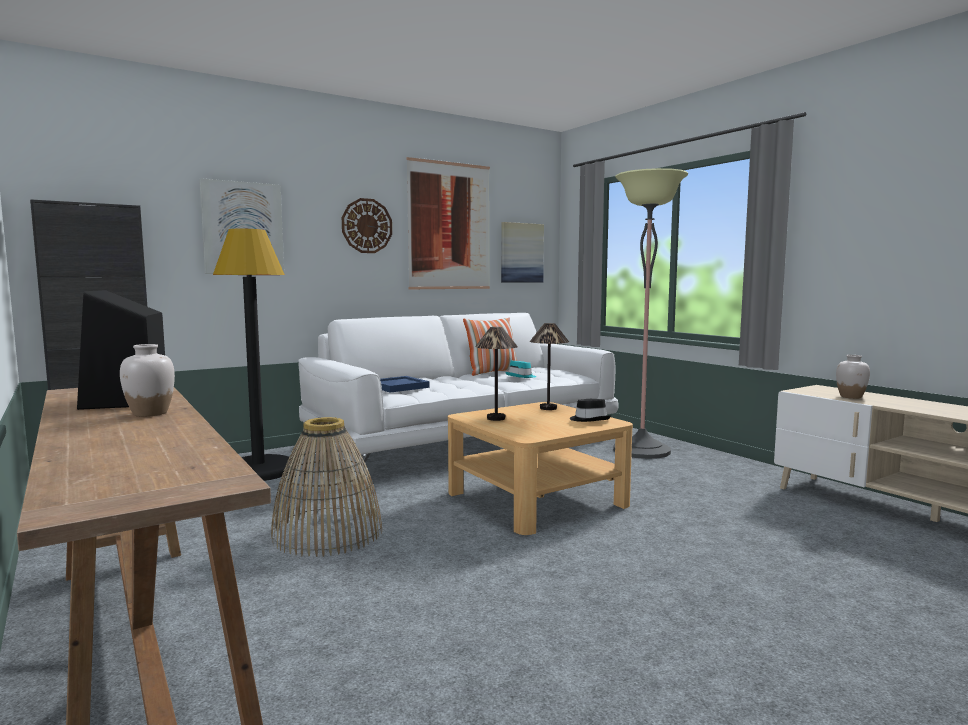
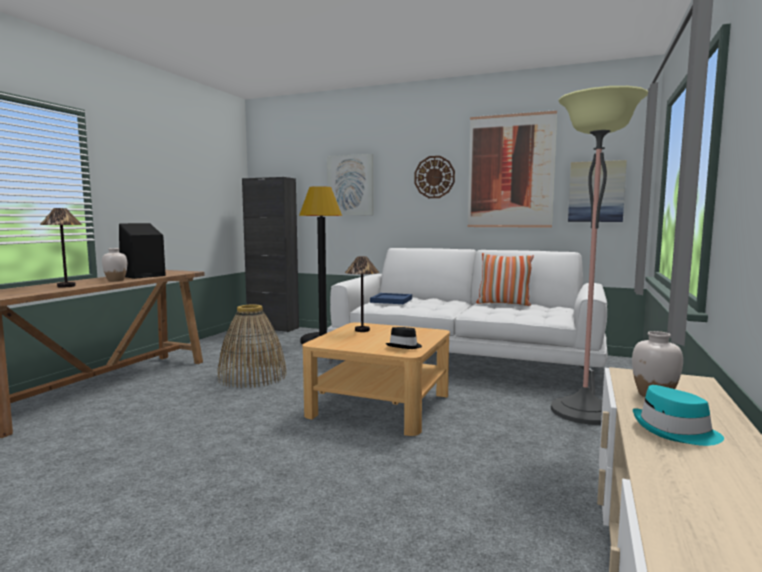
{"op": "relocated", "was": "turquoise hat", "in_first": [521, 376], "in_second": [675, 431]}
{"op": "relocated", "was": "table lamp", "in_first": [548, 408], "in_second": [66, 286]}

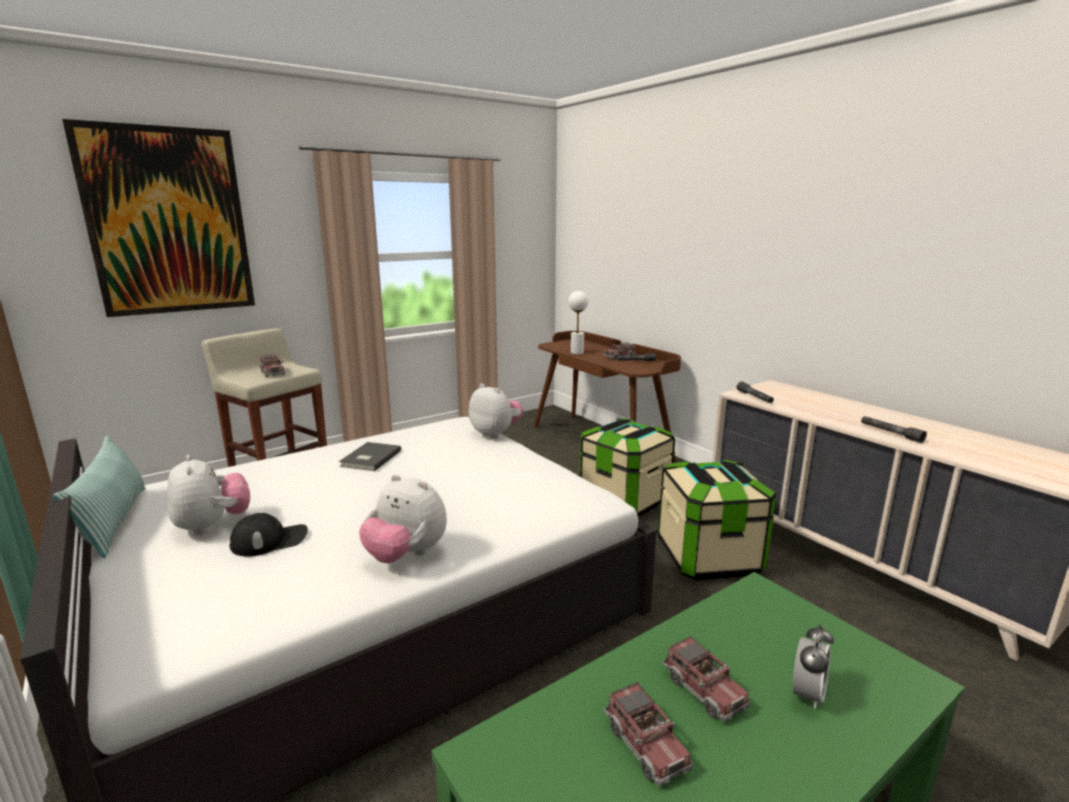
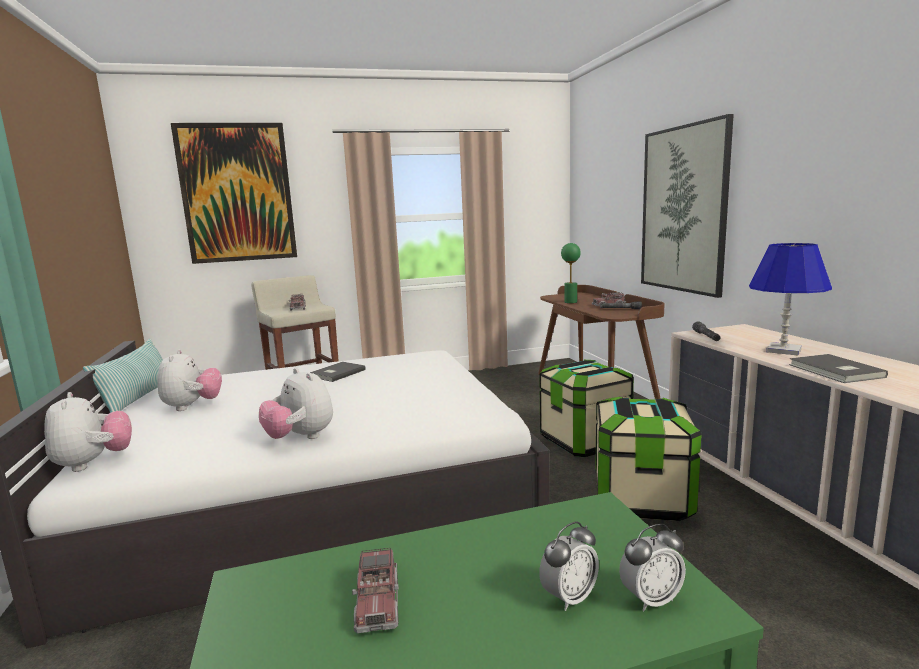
{"op": "missing", "was": "blackish peaked cap", "in_first": [270, 540]}
{"op": "missing", "was": "toy truck", "in_first": [703, 690]}
{"op": "appeared", "now": "alarm clock", "in_second": [651, 599]}
{"op": "appeared", "now": "picture", "in_second": [683, 210]}
{"op": "appeared", "now": "blue table lamp", "in_second": [783, 350]}
{"op": "relocated", "was": "cuddly toy", "in_first": [496, 434], "in_second": [93, 463]}
{"op": "exchanged", "was": "greyish torch", "now": "greyish book", "in_first": [890, 433], "in_second": [835, 371]}
{"op": "colour", "was": "whitish table lamp", "now": "greenish table lamp", "in_first": [577, 352], "in_second": [570, 302]}

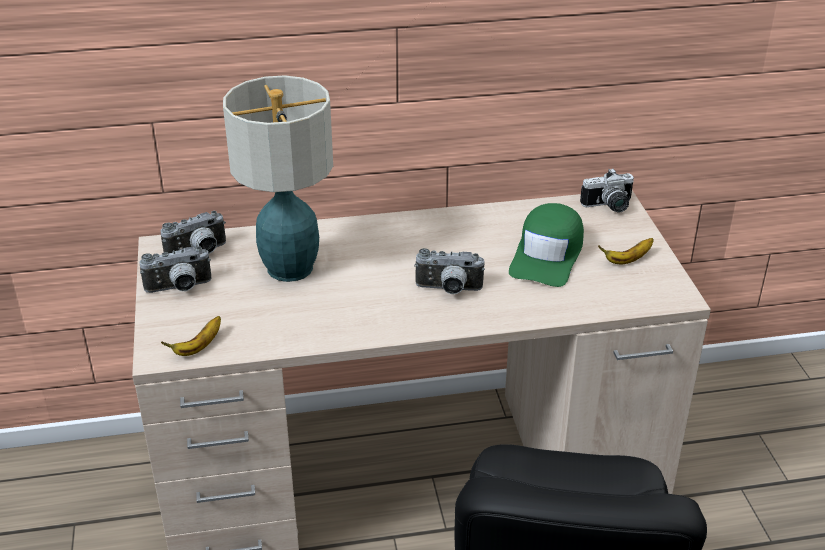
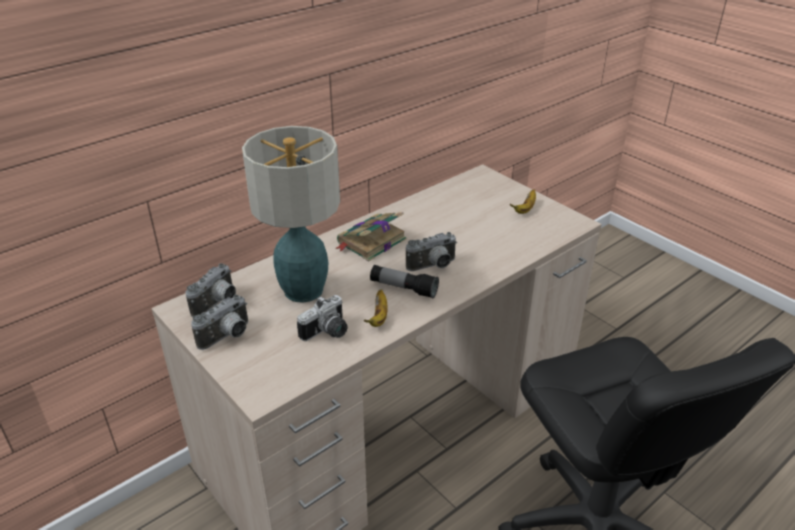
{"op": "missing", "was": "greenish peaked cap", "in_first": [547, 255]}
{"op": "appeared", "now": "book", "in_second": [370, 242]}
{"op": "appeared", "now": "torch", "in_second": [403, 288]}
{"op": "relocated", "was": "banana fruit", "in_first": [198, 347], "in_second": [379, 317]}
{"op": "relocated", "was": "still camera", "in_first": [609, 207], "in_second": [327, 333]}

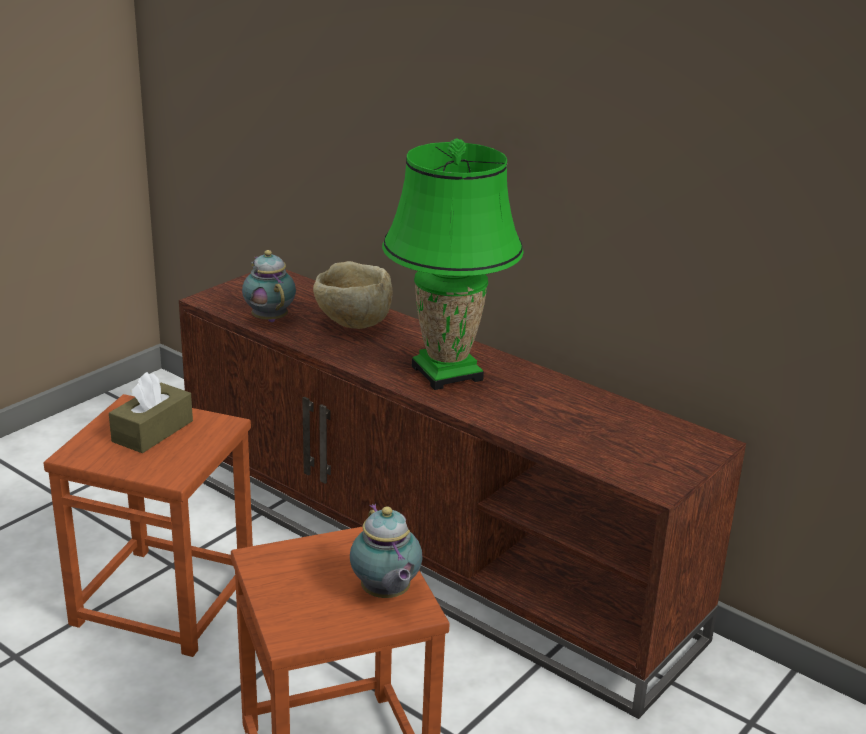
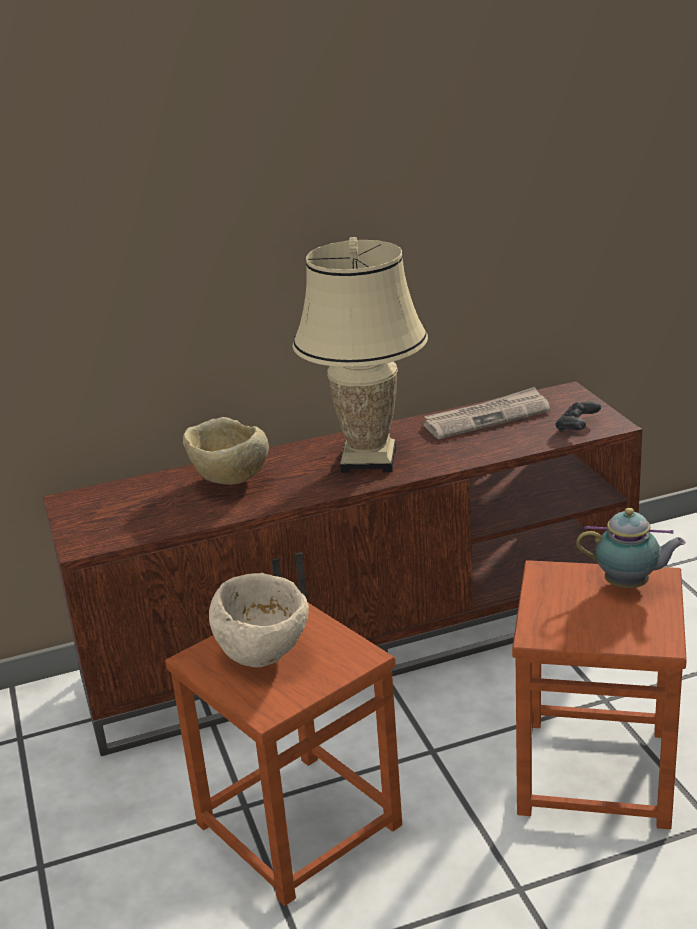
{"op": "missing", "was": "tea pot", "in_first": [269, 318]}
{"op": "appeared", "now": "newspaper", "in_second": [487, 417]}
{"op": "appeared", "now": "blackish game controller", "in_second": [577, 427]}
{"op": "exchanged", "was": "brownish box of tissues", "now": "beige-coloured deep dish", "in_first": [152, 431], "in_second": [265, 653]}
{"op": "colour", "was": "greenish table lamp", "now": "beige-coloured table lamp", "in_first": [446, 373], "in_second": [368, 460]}

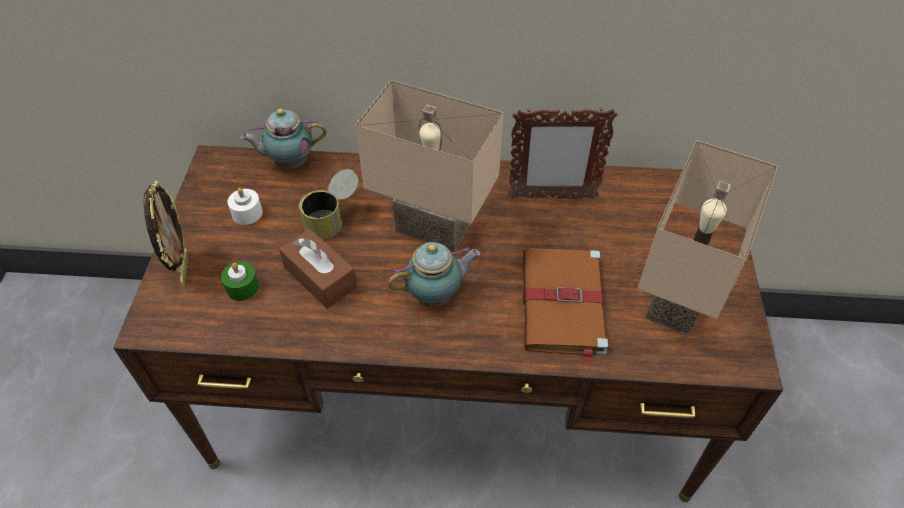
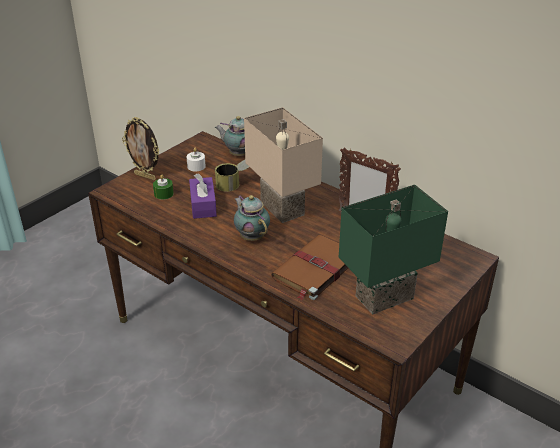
{"op": "colour", "was": "brownish box of tissues", "now": "purple-coloured box of tissues", "in_first": [320, 277], "in_second": [203, 205]}
{"op": "colour", "was": "beige-coloured table lamp", "now": "greenish table lamp", "in_first": [673, 298], "in_second": [383, 295]}
{"op": "spun", "was": "standing frame", "in_first": [184, 269], "in_second": [145, 176], "clockwise": 90}
{"op": "spun", "was": "tea pot", "in_first": [436, 296], "in_second": [251, 236], "clockwise": -135}

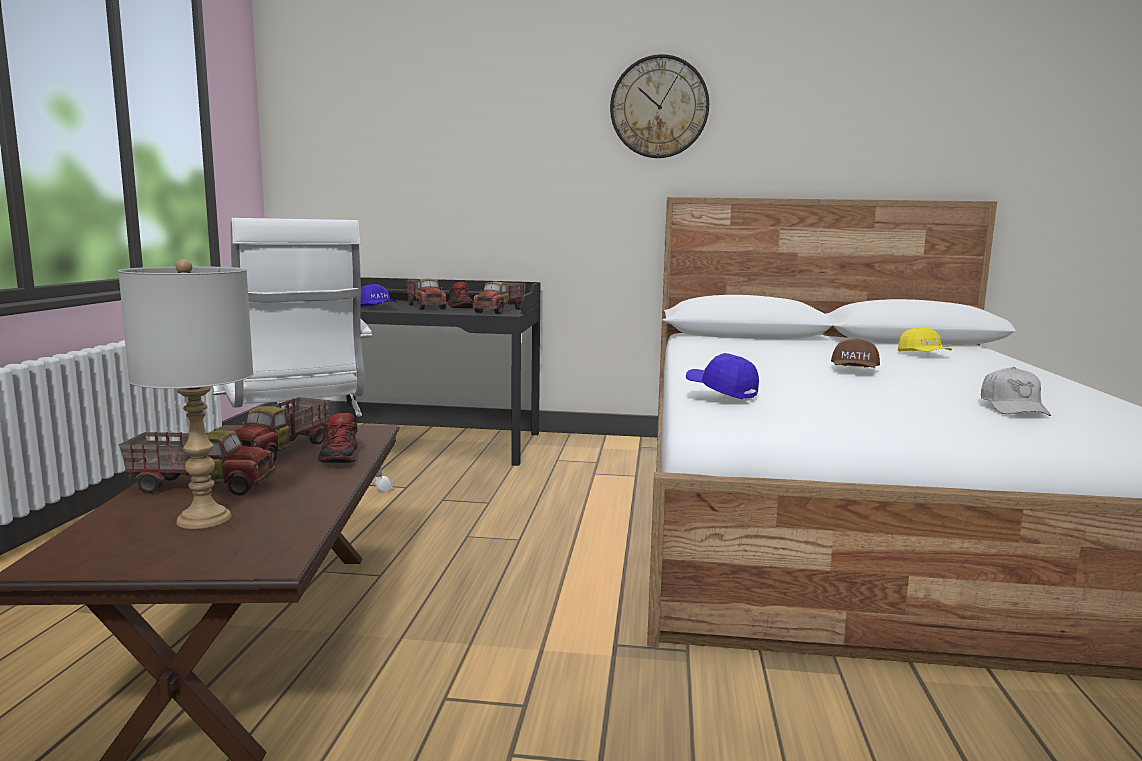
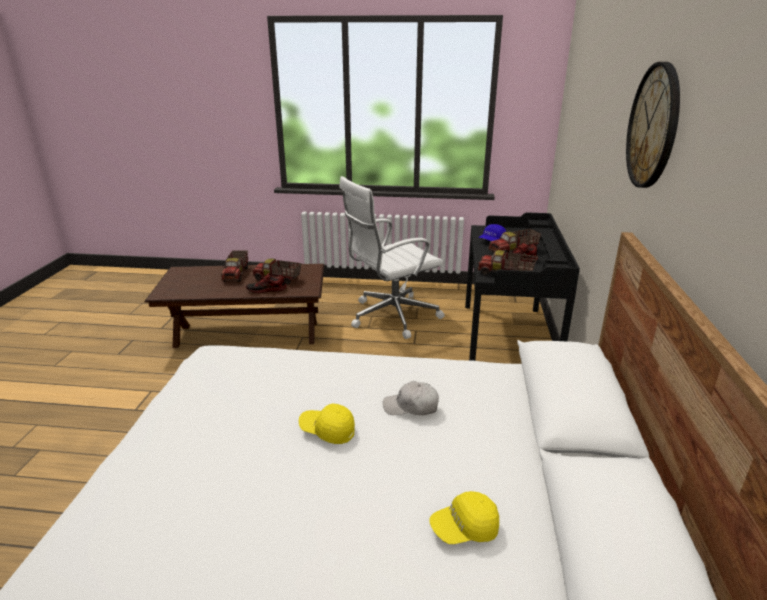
{"op": "missing", "was": "greyish table lamp", "in_first": [203, 519]}
{"op": "missing", "was": "blue peaked cap", "in_first": [721, 391]}
{"op": "relocated", "was": "whitish peaked cap", "in_first": [1013, 407], "in_second": [411, 407]}
{"op": "colour", "was": "brownish peaked cap", "now": "yellowish peaked cap", "in_first": [854, 371], "in_second": [327, 431]}

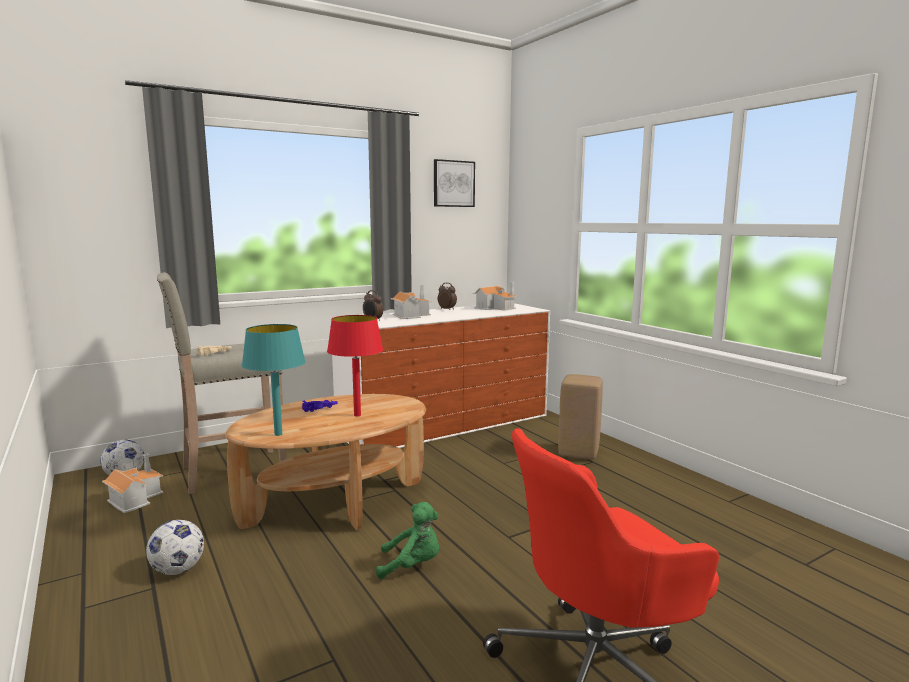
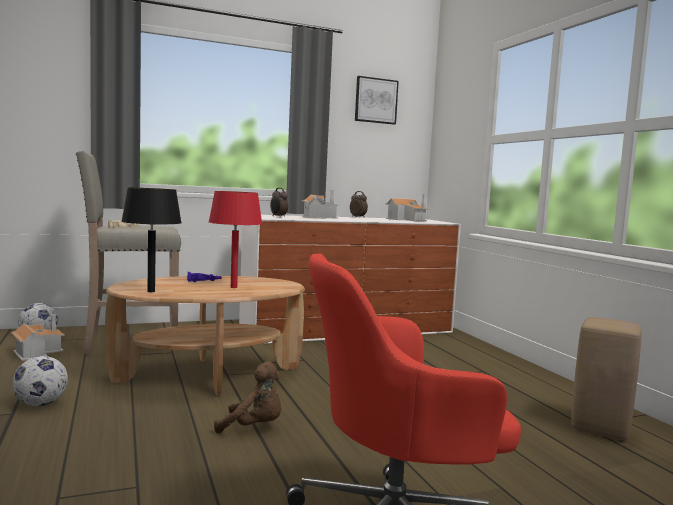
{"op": "relocated", "was": "beige-coloured sitting stool", "in_first": [579, 452], "in_second": [601, 428]}
{"op": "colour", "was": "turquoise table lamp", "now": "blackish table lamp", "in_first": [278, 434], "in_second": [151, 291]}
{"op": "colour", "was": "greenish cuddly toy", "now": "brownish cuddly toy", "in_first": [412, 565], "in_second": [254, 427]}

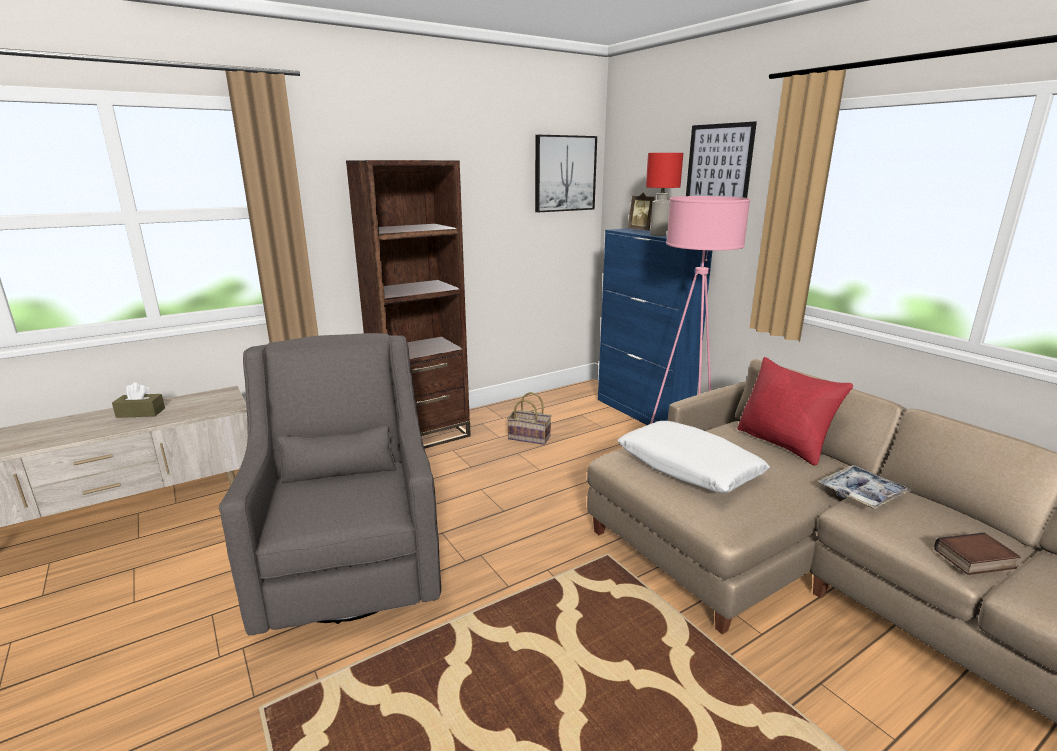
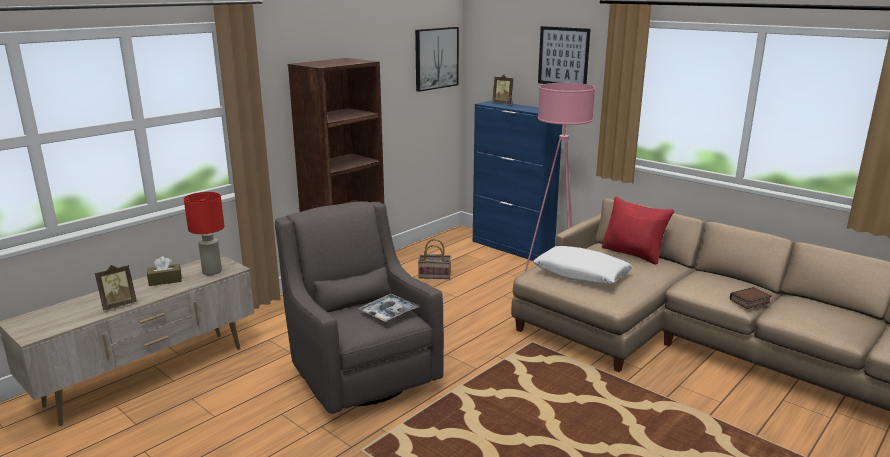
{"op": "appeared", "now": "standing frame", "in_second": [118, 305]}
{"op": "relocated", "was": "red-coloured table lamp", "in_first": [658, 235], "in_second": [211, 272]}
{"op": "relocated", "was": "carrying tray", "in_first": [861, 493], "in_second": [388, 313]}

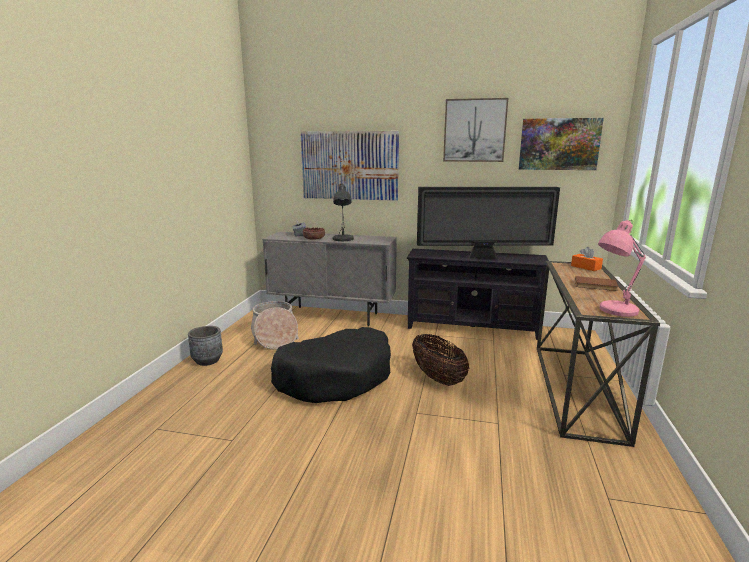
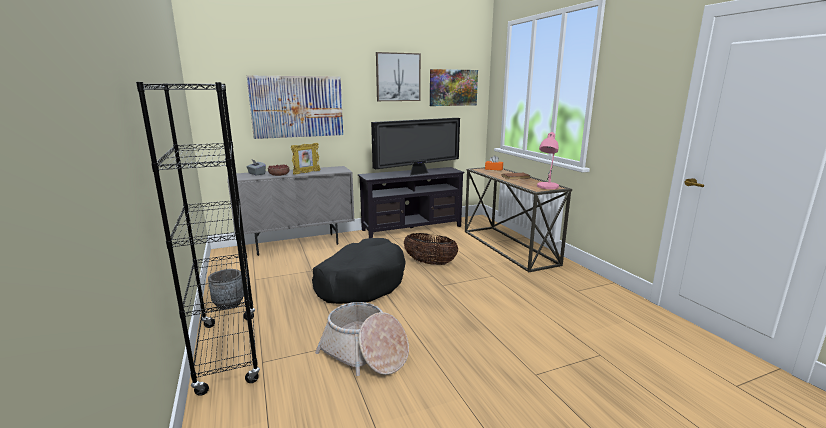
{"op": "appeared", "now": "blackish bookshelf", "in_second": [228, 352]}
{"op": "relocated", "was": "storage basket", "in_first": [274, 337], "in_second": [365, 354]}
{"op": "exchanged", "was": "greyish table lamp", "now": "standing frame", "in_first": [342, 240], "in_second": [306, 173]}

